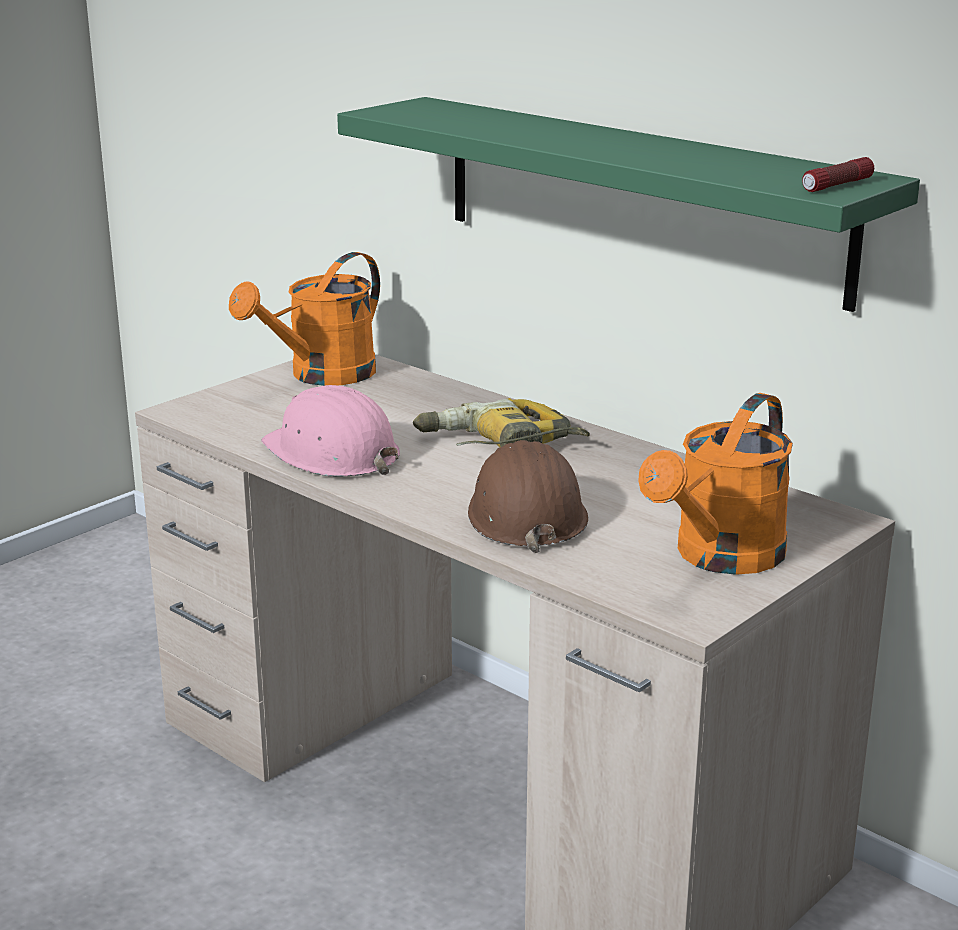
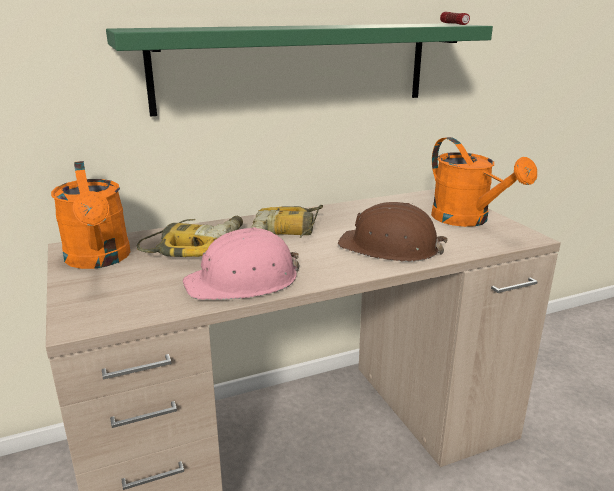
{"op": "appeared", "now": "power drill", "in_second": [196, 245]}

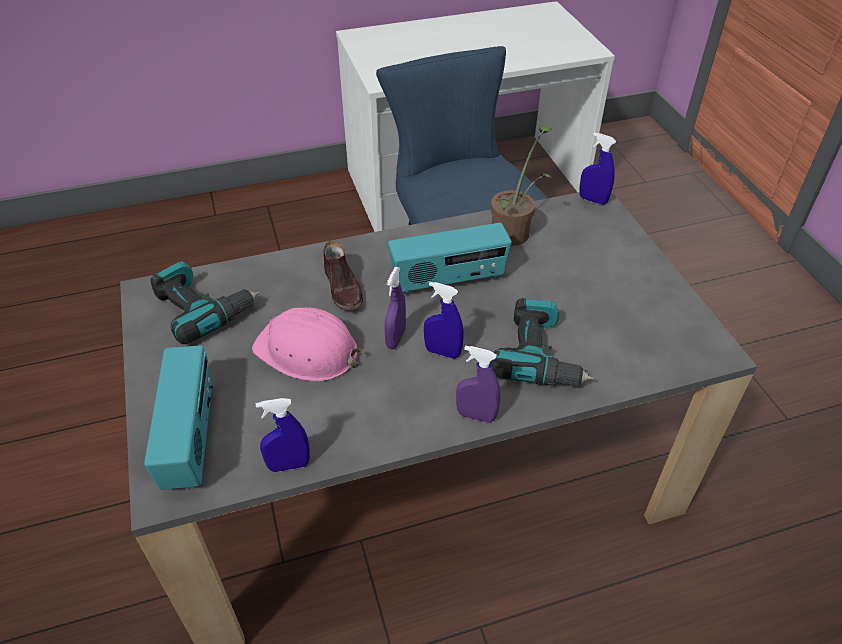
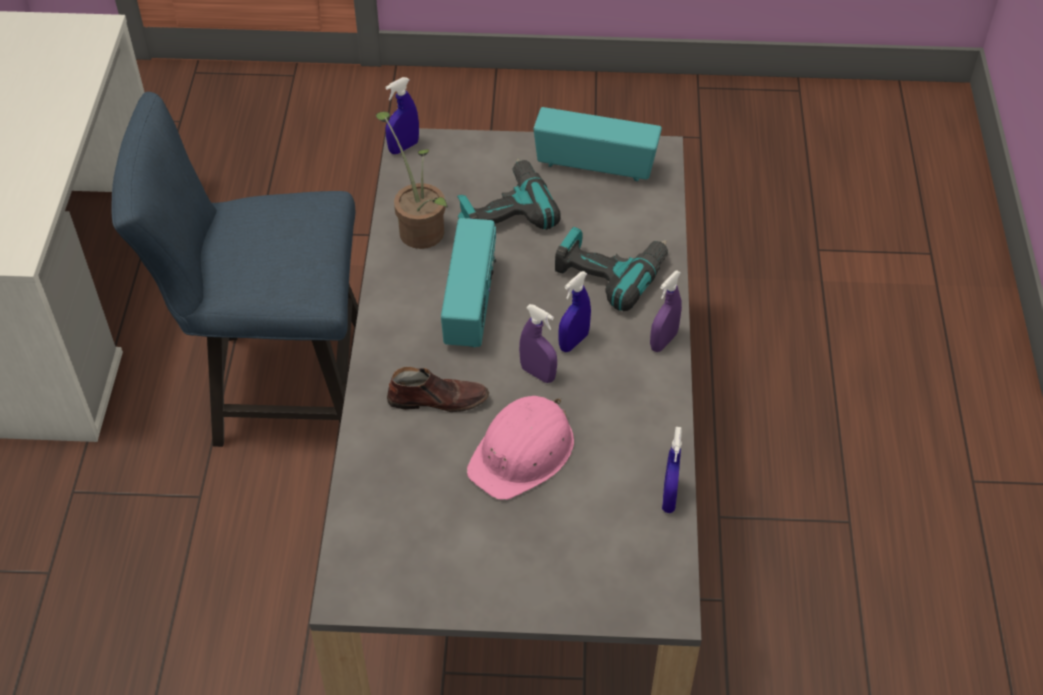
{"op": "relocated", "was": "radio set", "in_first": [191, 438], "in_second": [595, 165]}
{"op": "relocated", "was": "power drill", "in_first": [203, 308], "in_second": [504, 211]}

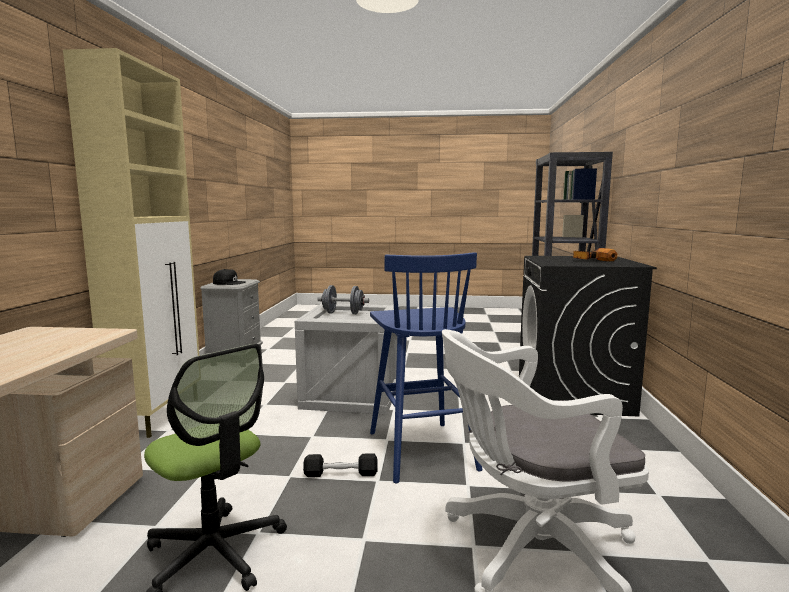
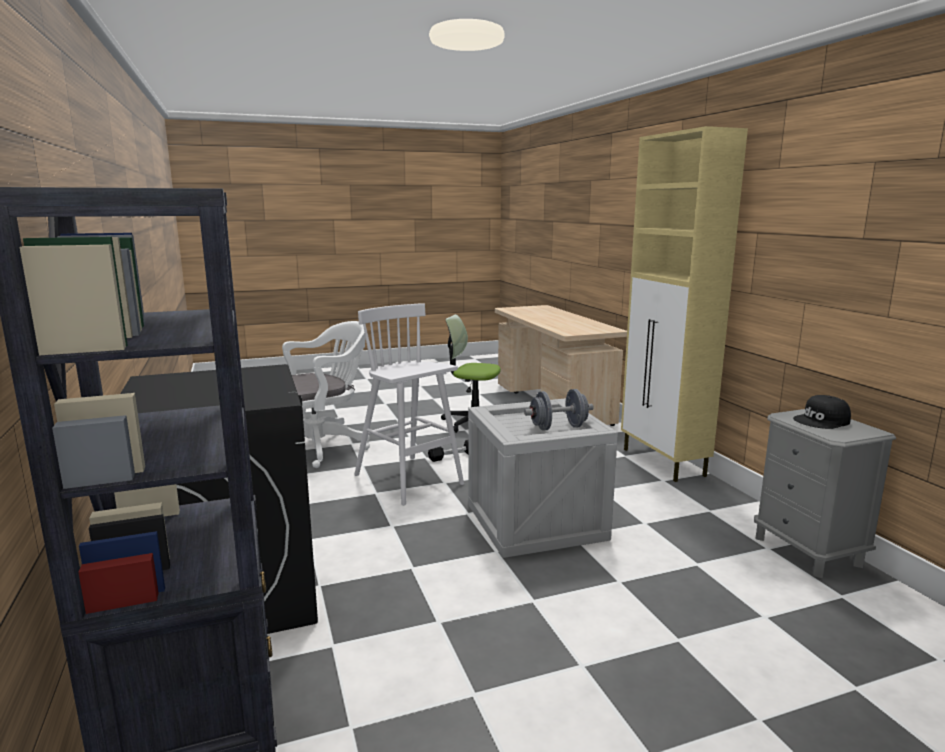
{"op": "missing", "was": "power drill", "in_first": [590, 260]}
{"op": "colour", "was": "blue sitting stool", "now": "whitish sitting stool", "in_first": [421, 449], "in_second": [409, 480]}

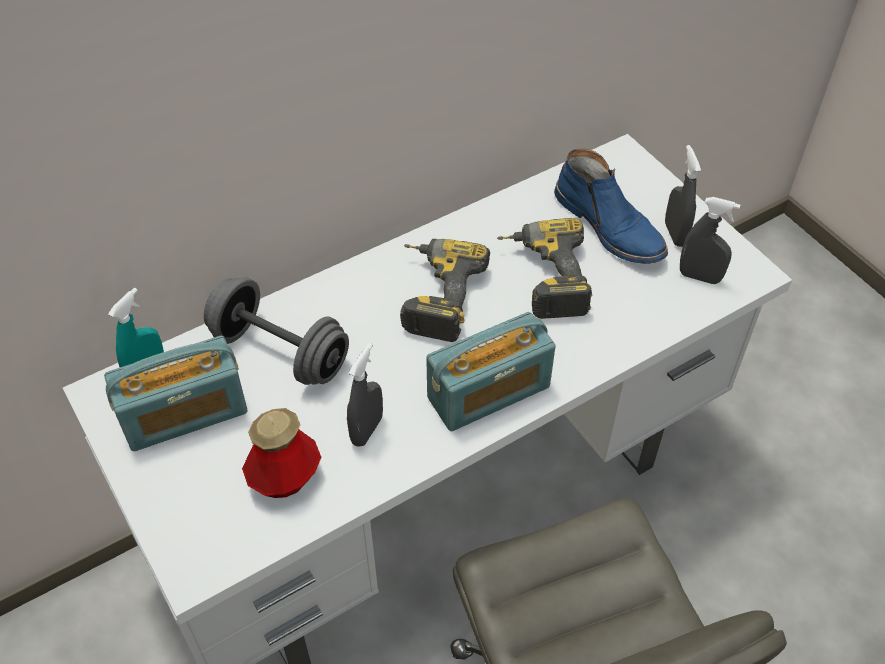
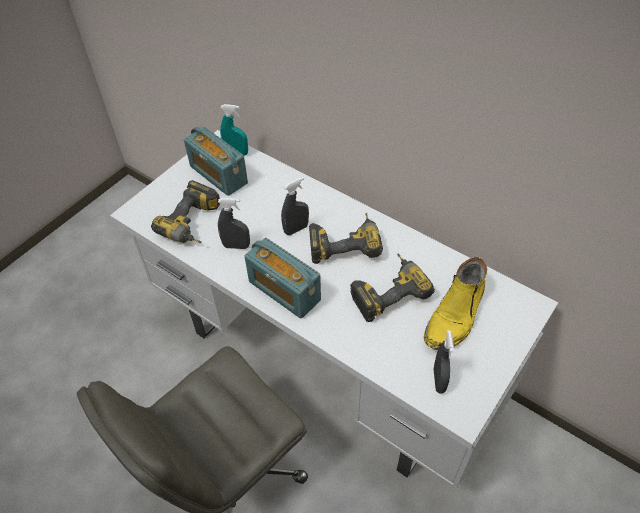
{"op": "missing", "was": "greyish dumbbell", "in_first": [280, 352]}
{"op": "relocated", "was": "greyish spray bottle", "in_first": [675, 234], "in_second": [296, 229]}
{"op": "exchanged", "was": "beverage bottle", "now": "power drill", "in_first": [285, 478], "in_second": [194, 225]}
{"op": "colour", "was": "blue boot", "now": "yellowish boot", "in_first": [610, 226], "in_second": [456, 315]}

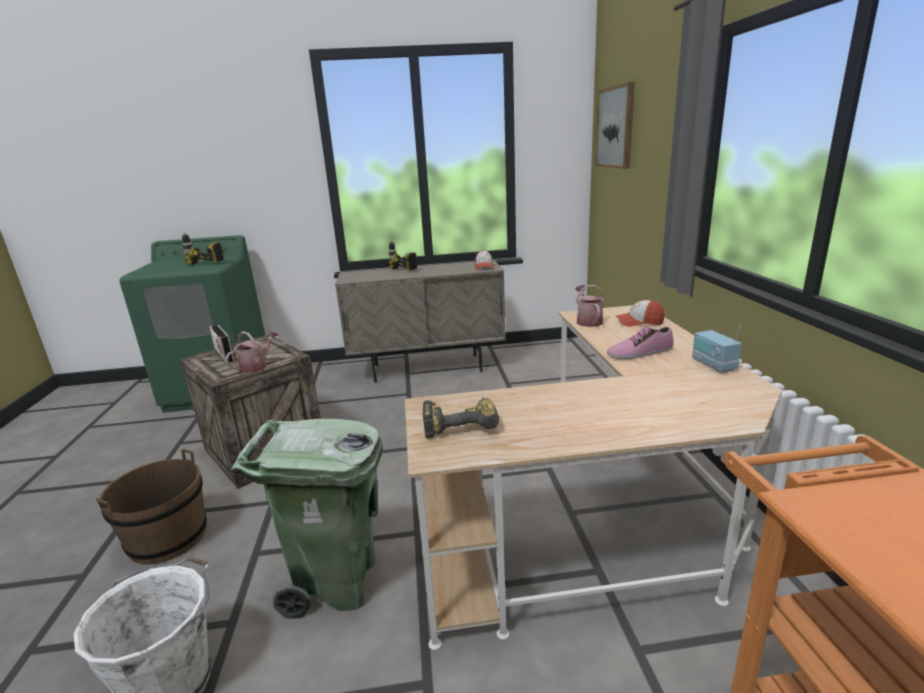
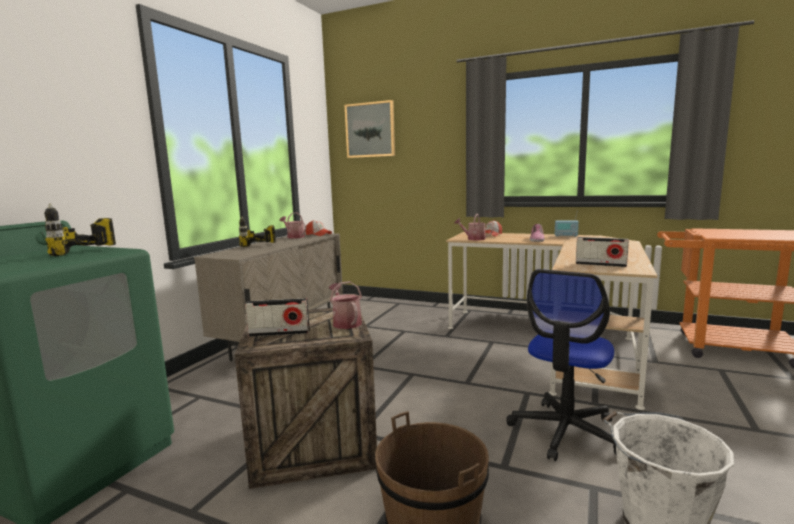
{"op": "appeared", "now": "watering pot", "in_second": [294, 237]}
{"op": "exchanged", "was": "greenish rubbish bin", "now": "office chair", "in_first": [336, 581], "in_second": [565, 431]}
{"op": "exchanged", "was": "power drill", "now": "radio set", "in_first": [460, 423], "in_second": [600, 264]}

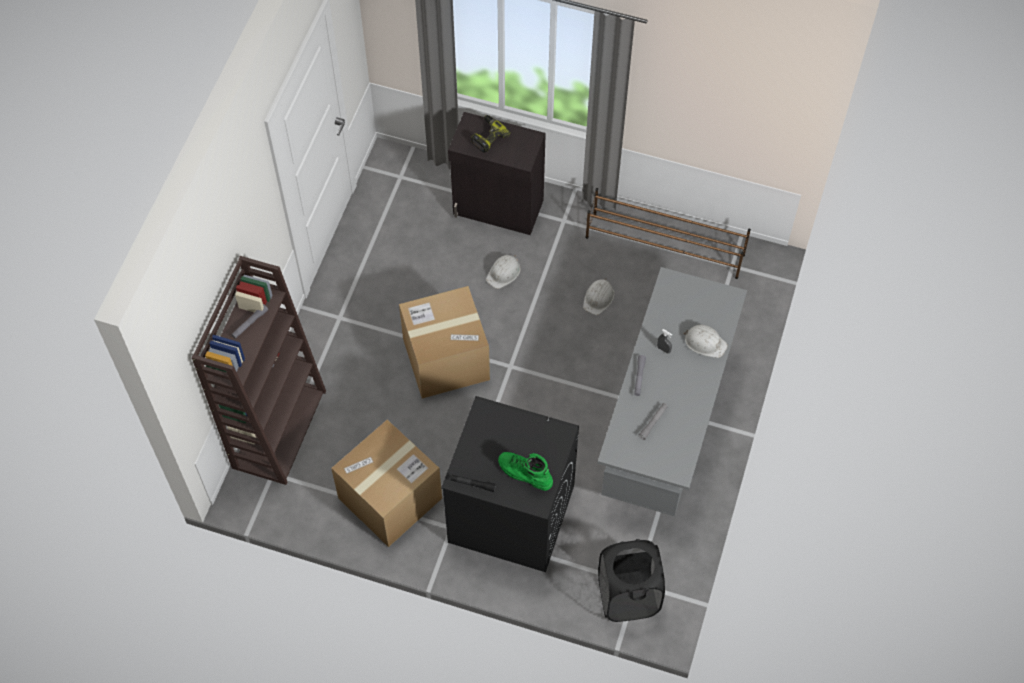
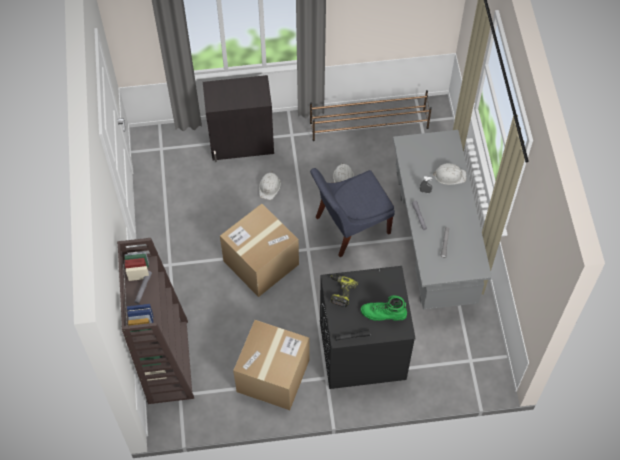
{"op": "missing", "was": "blackish laundry basket", "in_first": [628, 597]}
{"op": "appeared", "now": "blue upright chair", "in_second": [349, 226]}
{"op": "relocated", "was": "power drill", "in_first": [487, 136], "in_second": [340, 292]}

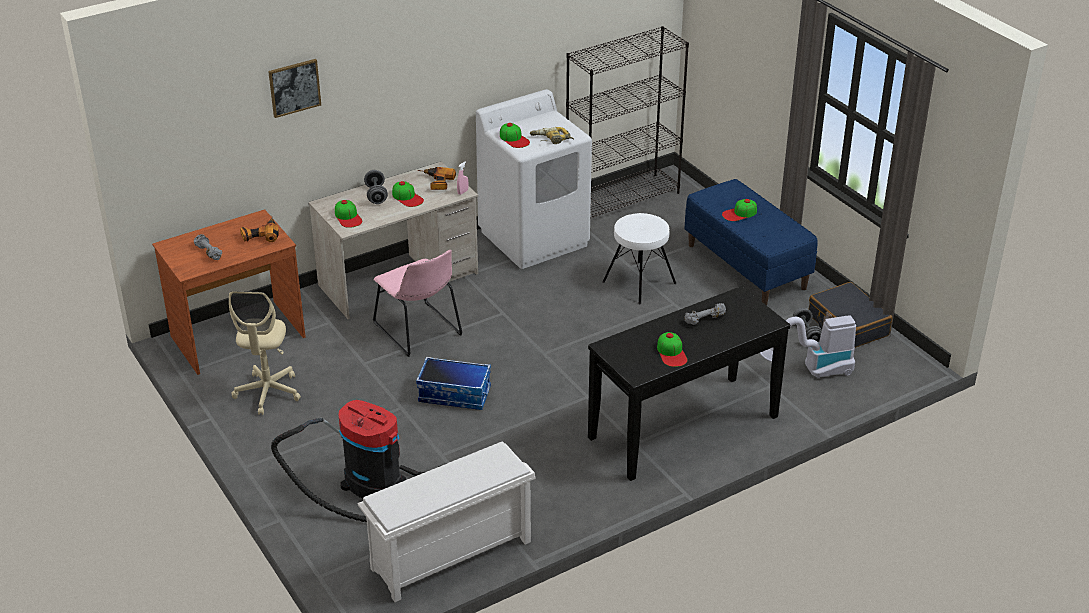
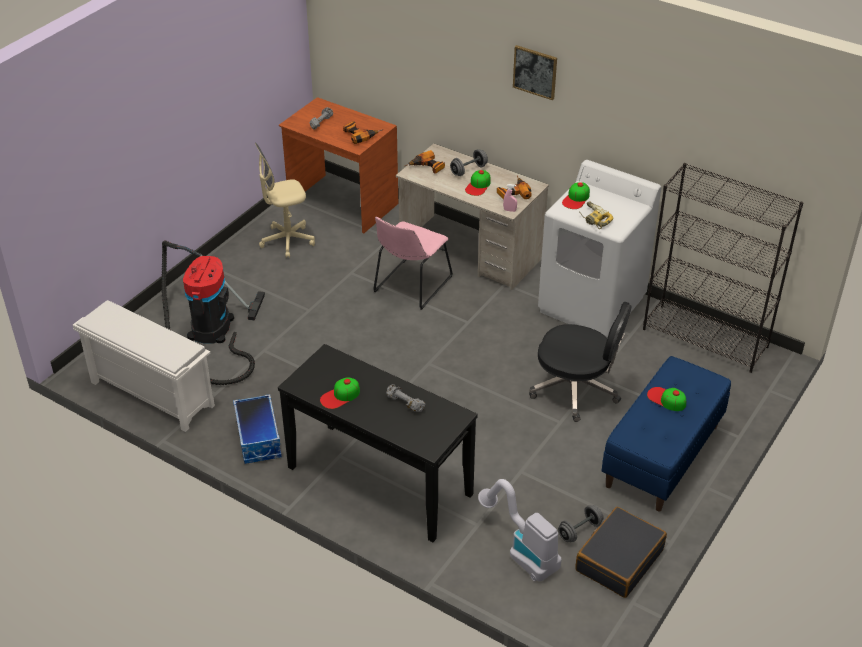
{"op": "relocated", "was": "picture", "in_first": [294, 87], "in_second": [535, 72]}
{"op": "relocated", "was": "storage bin", "in_first": [455, 394], "in_second": [259, 439]}
{"op": "exchanged", "was": "peaked cap", "now": "power drill", "in_first": [348, 217], "in_second": [426, 168]}
{"op": "exchanged", "was": "whitish sitting stool", "now": "blackish office chair", "in_first": [639, 282], "in_second": [576, 390]}

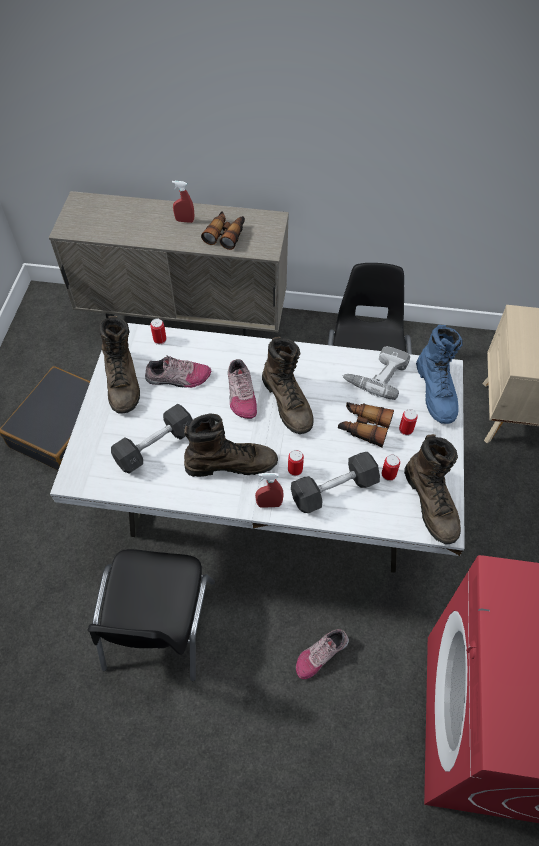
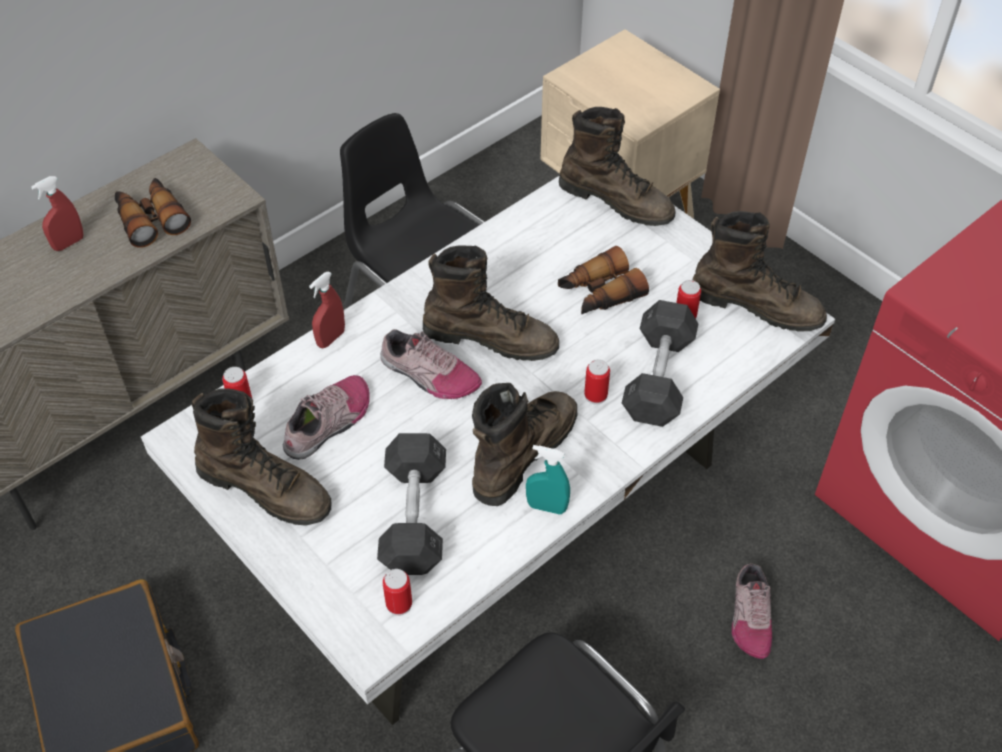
{"op": "missing", "was": "power drill", "in_first": [376, 374]}
{"op": "appeared", "now": "turquoise spray bottle", "in_second": [547, 507]}
{"op": "relocated", "was": "red-coloured spray bottle", "in_first": [269, 504], "in_second": [331, 338]}
{"op": "relocated", "was": "metal can", "in_first": [406, 430], "in_second": [399, 604]}
{"op": "colour", "was": "blue boot", "now": "brownish boot", "in_first": [436, 391], "in_second": [617, 201]}

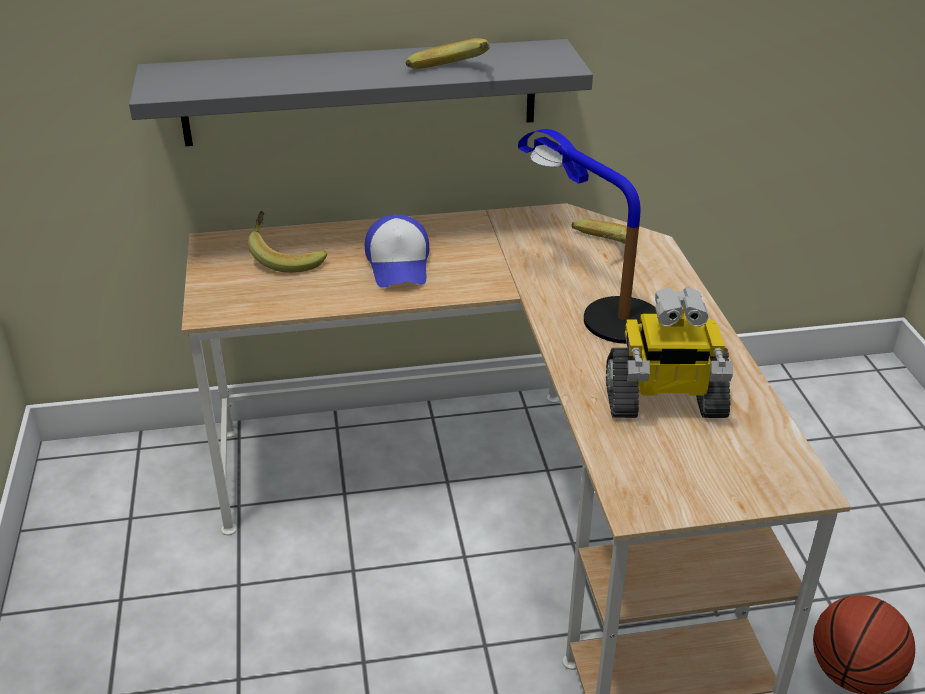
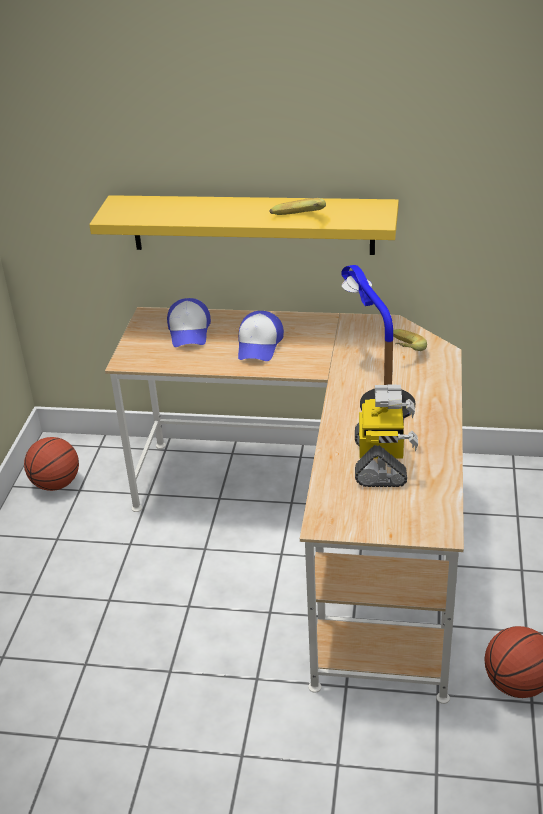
{"op": "appeared", "now": "basketball ball", "in_second": [56, 484]}
{"op": "exchanged", "was": "banana fruit", "now": "peaked cap", "in_first": [286, 258], "in_second": [189, 331]}
{"op": "colour", "was": "greyish wall shelf", "now": "yellowish wall shelf", "in_first": [360, 92], "in_second": [252, 224]}
{"op": "spun", "was": "model robot", "in_first": [664, 401], "in_second": [382, 462], "clockwise": -105}

